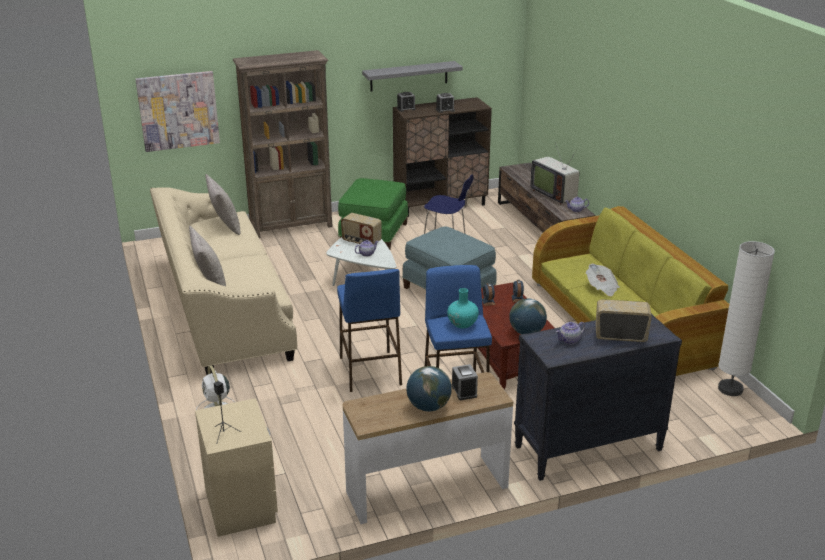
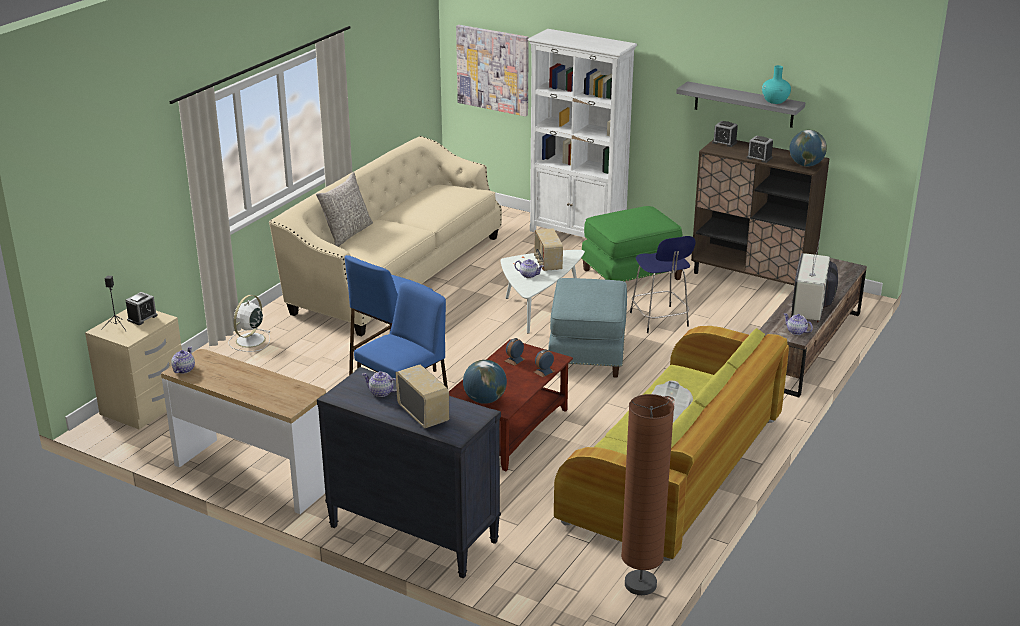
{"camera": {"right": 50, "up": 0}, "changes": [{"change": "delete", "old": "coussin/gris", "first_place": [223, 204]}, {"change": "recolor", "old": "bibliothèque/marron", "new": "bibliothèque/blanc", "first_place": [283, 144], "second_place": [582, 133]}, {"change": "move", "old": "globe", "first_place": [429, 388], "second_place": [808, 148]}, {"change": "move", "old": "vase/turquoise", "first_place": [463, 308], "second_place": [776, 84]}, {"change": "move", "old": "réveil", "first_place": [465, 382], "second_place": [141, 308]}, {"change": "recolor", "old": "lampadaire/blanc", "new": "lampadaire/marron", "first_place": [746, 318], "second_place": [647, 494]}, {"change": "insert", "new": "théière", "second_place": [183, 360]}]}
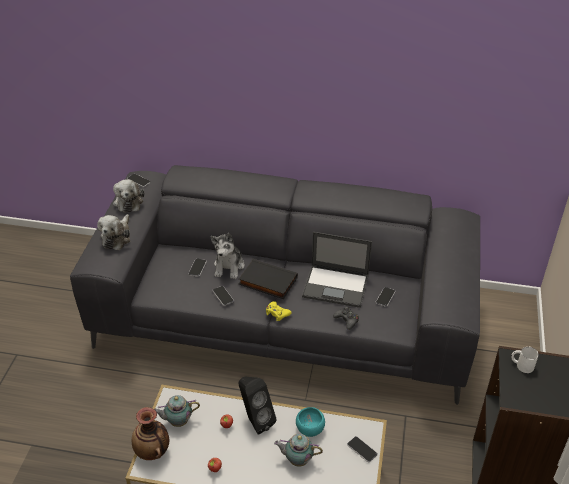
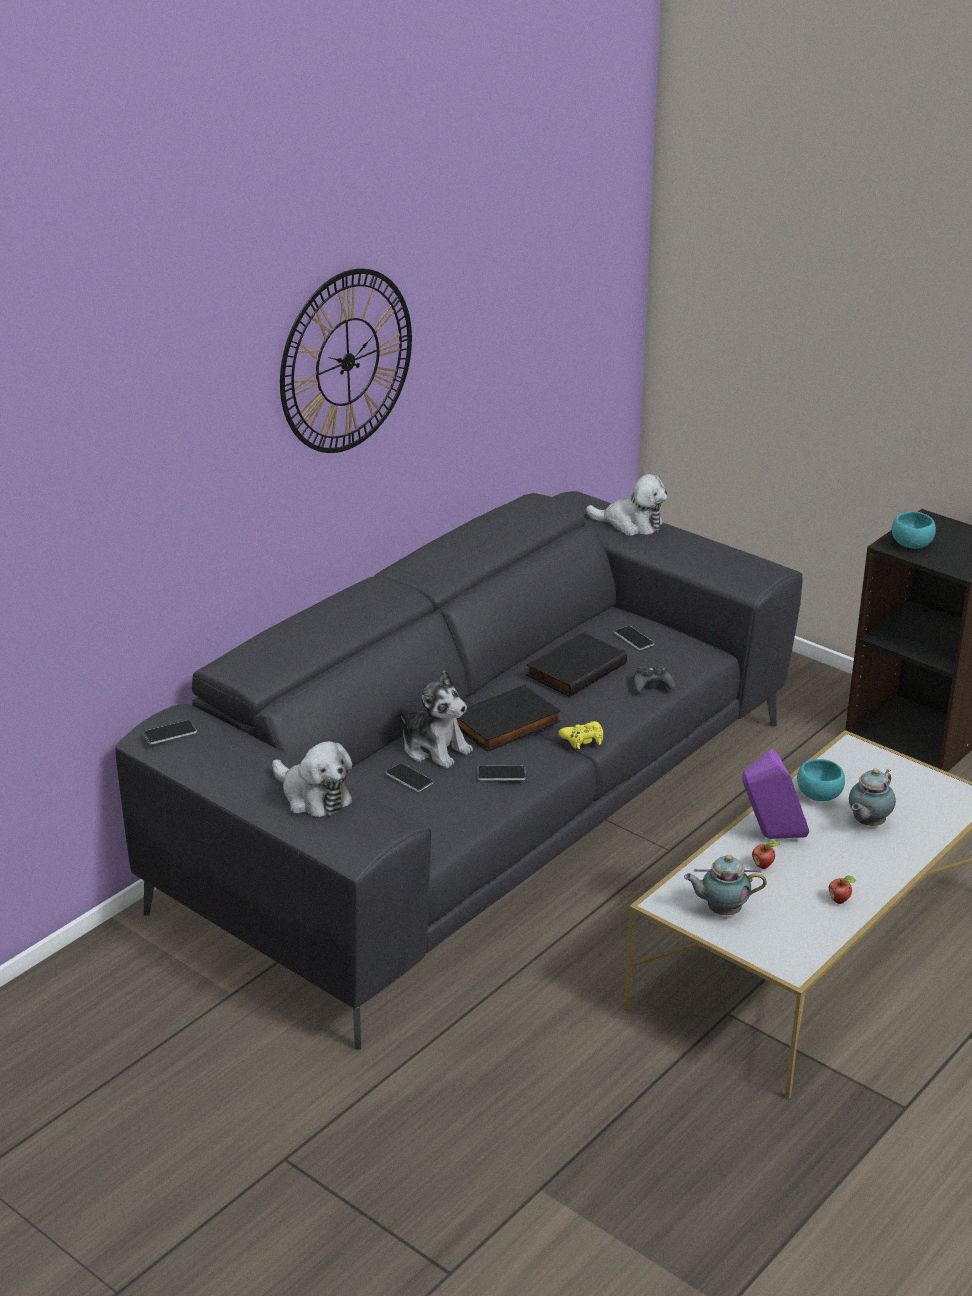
{"camera": {"right": -60, "up": -10}, "changes": [{"change": "move", "old": "peluche", "first_place": [128, 196], "second_place": [627, 505]}, {"change": "delete", "old": "vase", "first_place": [150, 433]}, {"change": "rotate", "old": "théière", "first_place": [177, 411], "second_place": [725, 885], "degrees": 75}, {"change": "recolor", "old": "enceinte/noir", "new": "enceinte/violet", "first_place": [257, 406], "second_place": [775, 794]}, {"change": "replace", "old": "ordinateur portable", "new": "livre/noir", "first_place": [337, 270], "second_place": [576, 664]}, {"change": "delete", "old": "téléphone", "first_place": [362, 449]}, {"change": "replace", "old": "mug/blanc", "new": "bol/turquoise", "first_place": [525, 360], "second_place": [914, 530]}, {"change": "insert", "new": "horloge murale", "second_place": [346, 360]}]}
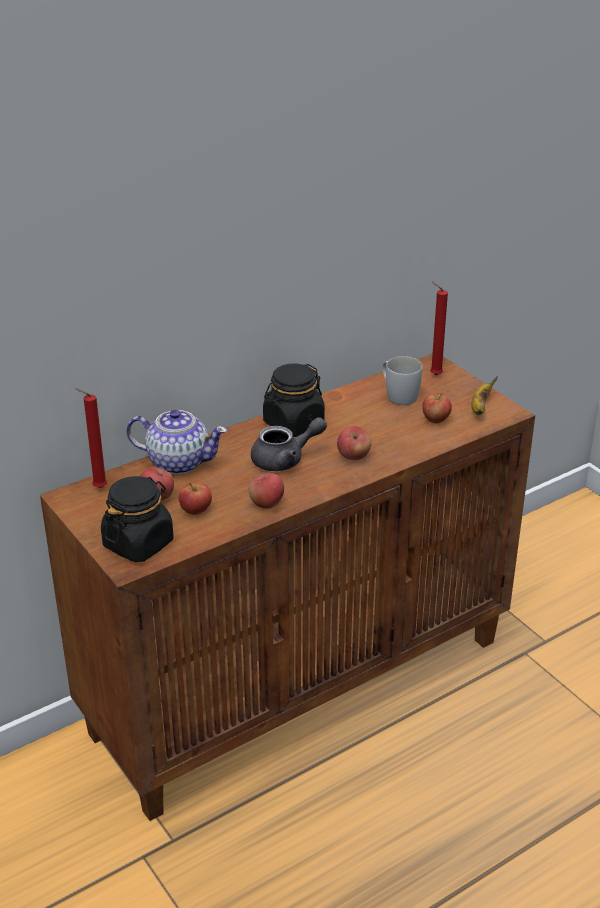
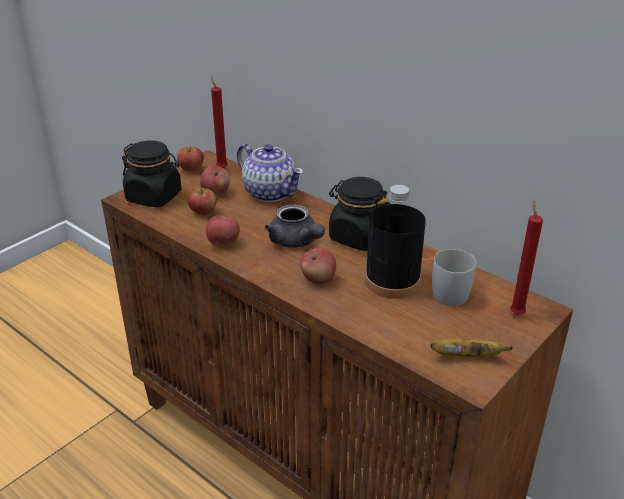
{"camera": {"right": 75, "up": 0}, "changes": [{"change": "rotate", "old": "théière", "first_place": [176, 442], "second_place": [270, 173], "degrees": -45}, {"change": "move", "old": "pomme", "first_place": [437, 408], "second_place": [190, 159]}, {"change": "insert", "new": "bouteille/noir", "second_place": [395, 242]}]}
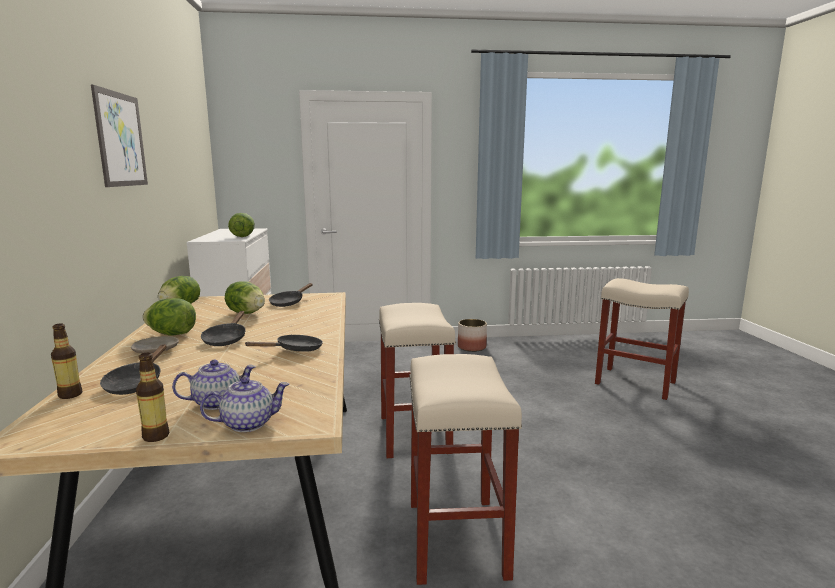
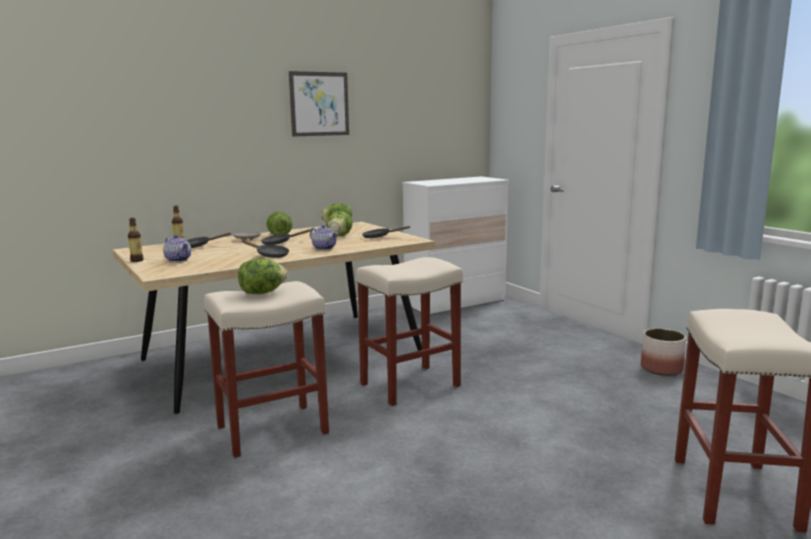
{"camera": {"right": 65, "up": 0}, "changes": [{"change": "move", "old": "théière", "first_place": [244, 404], "second_place": [324, 237]}, {"change": "move", "old": "laitue", "first_place": [241, 225], "second_place": [262, 276]}]}
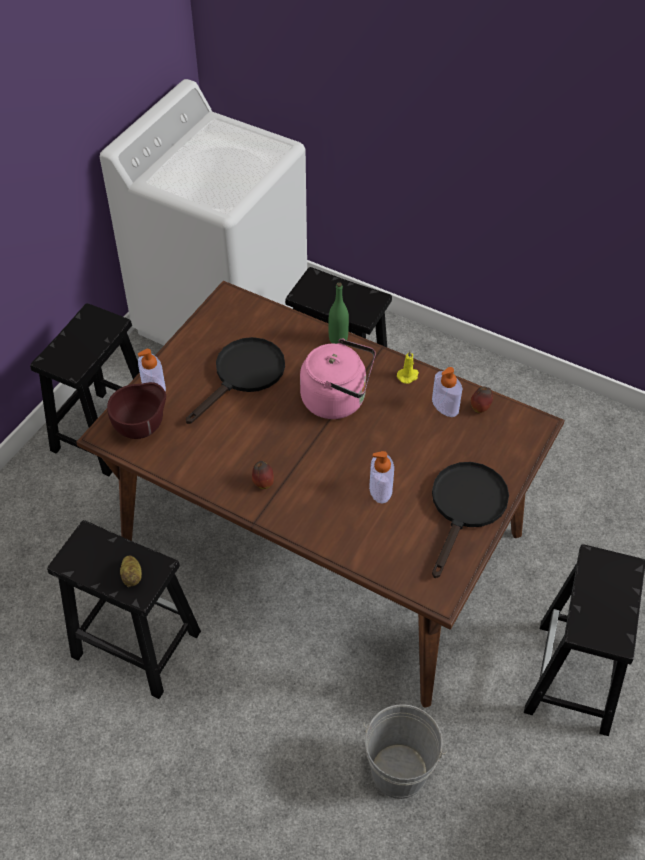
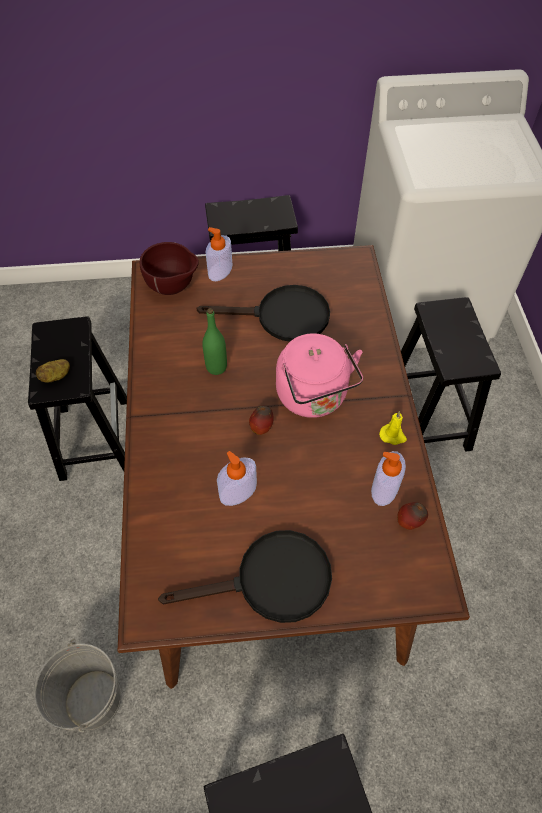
{"camera": {"right": 55, "up": 5}, "changes": [{"change": "move", "old": "pomme", "first_place": [263, 475], "second_place": [261, 420]}, {"change": "move", "old": "bouteille/vert", "first_place": [338, 313], "second_place": [214, 341]}]}
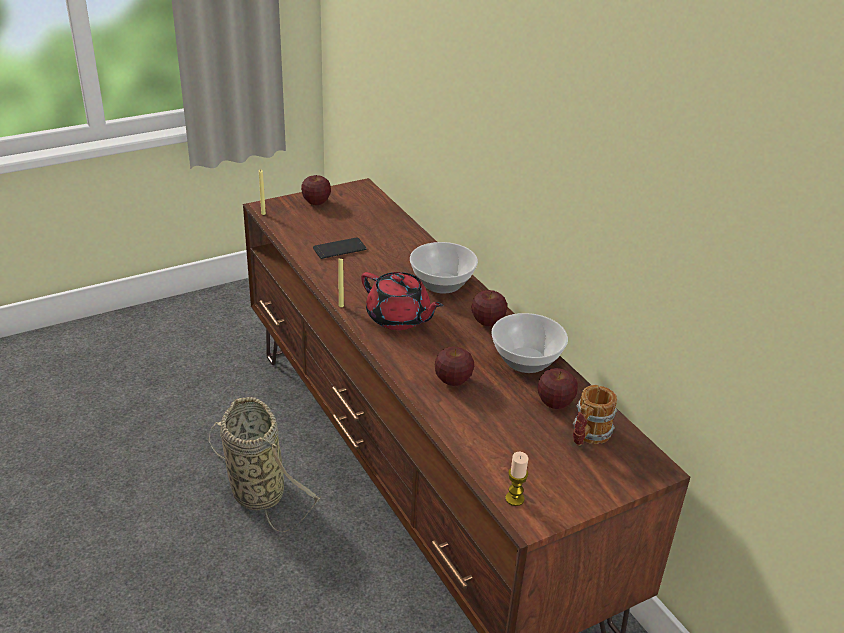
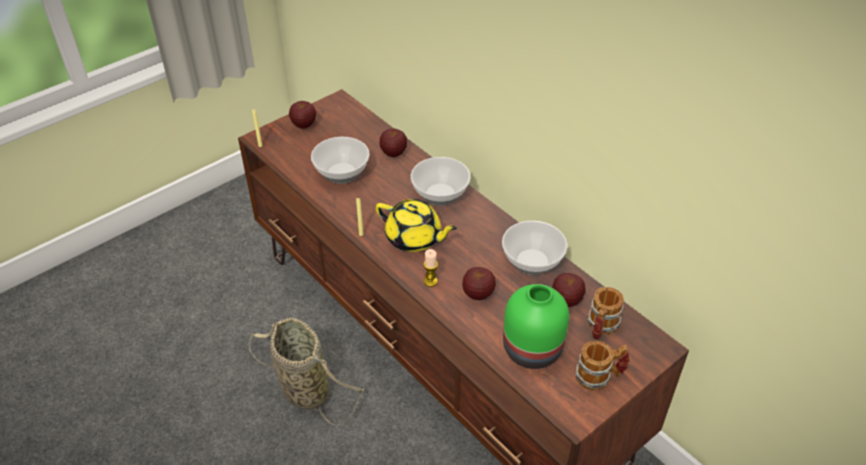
{"camera": {"right": -10, "up": 10}, "changes": [{"change": "replace", "old": "téléphone", "new": "bol", "first_place": [340, 248], "second_place": [340, 160]}, {"change": "recolor", "old": "théière/rouge", "new": "théière/jaune", "first_place": [402, 301], "second_place": [416, 225]}, {"change": "move", "old": "pomme", "first_place": [489, 308], "second_place": [393, 142]}, {"change": "move", "old": "bougie", "first_place": [516, 479], "second_place": [431, 268]}, {"change": "insert", "new": "vase/vert", "second_place": [536, 326]}, {"change": "insert", "new": "mug", "second_place": [602, 365]}]}
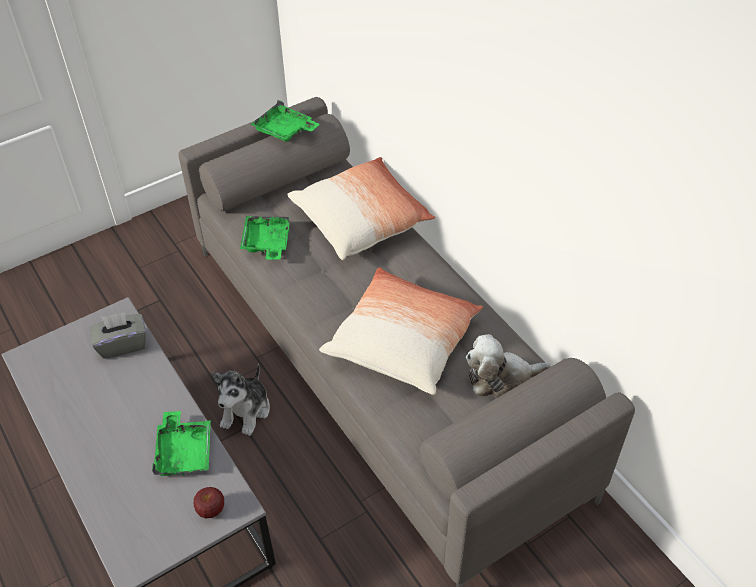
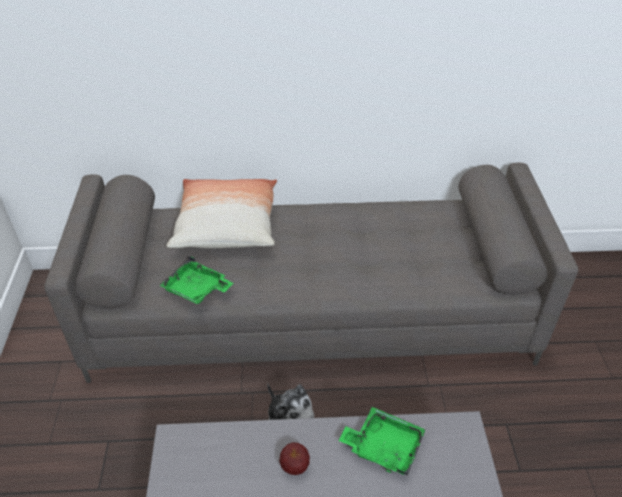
{"camera": {"right": -60, "up": -5}, "changes": [{"change": "delete", "old": "boîte à mouchoirs/gris", "first_place": [118, 335]}, {"change": "move", "old": "pomme", "first_place": [209, 502], "second_place": [294, 459]}, {"change": "delete", "old": "plateau/vert", "first_place": [285, 121]}, {"change": "delete", "old": "coussin", "first_place": [401, 331]}, {"change": "delete", "old": "peluche", "first_place": [508, 366]}]}
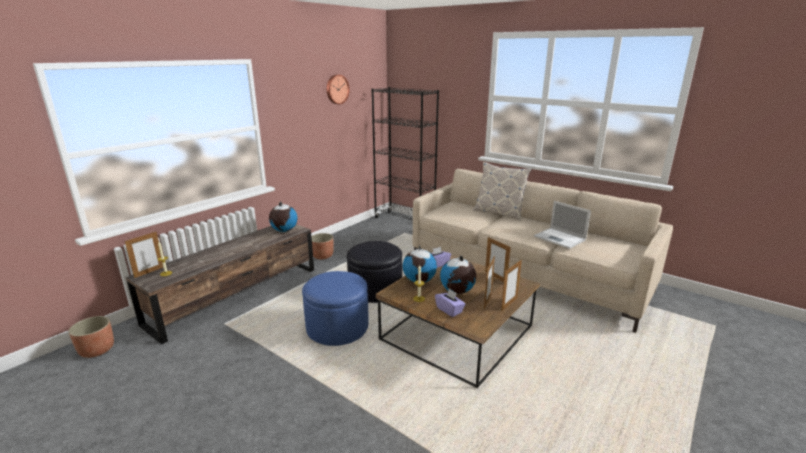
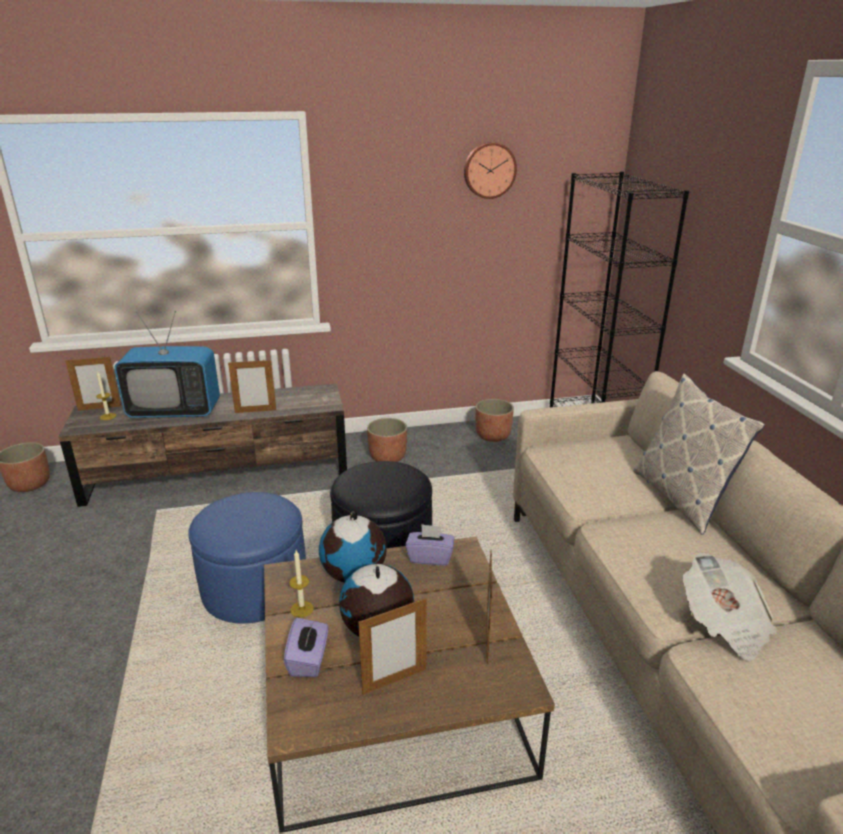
{"camera": {"right": 40, "up": 5}, "changes": [{"change": "delete", "old": "globe", "first_place": [283, 217]}, {"change": "move", "old": "cadre photo", "first_place": [511, 285], "second_place": [252, 386]}, {"change": "replace", "old": "ordinateur portable", "new": "journal", "first_place": [562, 225], "second_place": [730, 607]}, {"change": "insert", "new": "téléviseur", "second_place": [167, 364]}, {"change": "insert", "new": "cache-pot", "second_place": [495, 420]}]}
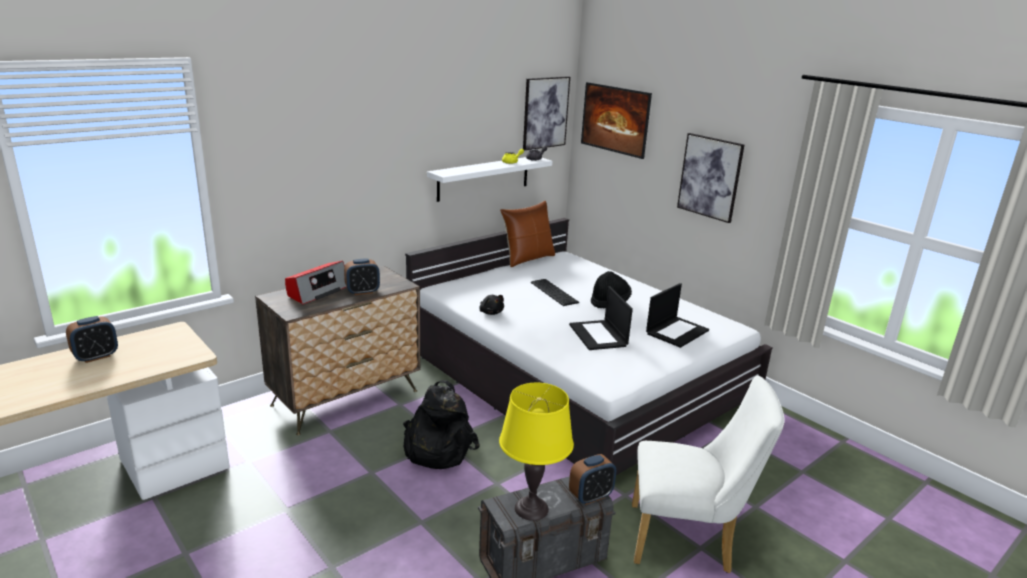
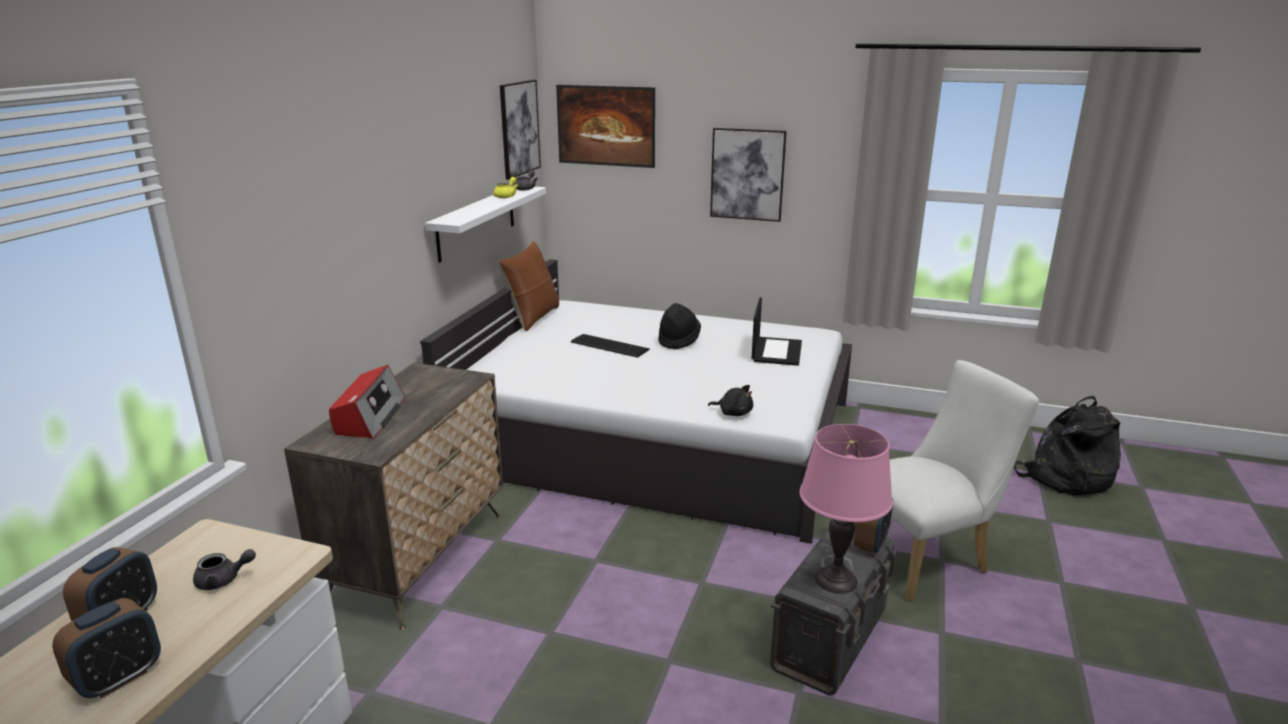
{"camera": {"right": -30, "up": 0}, "changes": [{"change": "move", "old": "réveil", "first_place": [362, 277], "second_place": [106, 648]}, {"change": "move", "old": "sac à dos/noir", "first_place": [441, 424], "second_place": [1067, 446]}, {"change": "move", "old": "peluche/noir", "first_place": [491, 305], "second_place": [730, 400]}, {"change": "recolor", "old": "lampe de table/jaune", "new": "lampe de table/rose", "first_place": [536, 452], "second_place": [846, 509]}, {"change": "delete", "old": "ordinateur portable", "first_place": [601, 318]}, {"change": "insert", "new": "théière/gris", "second_place": [224, 569]}]}
